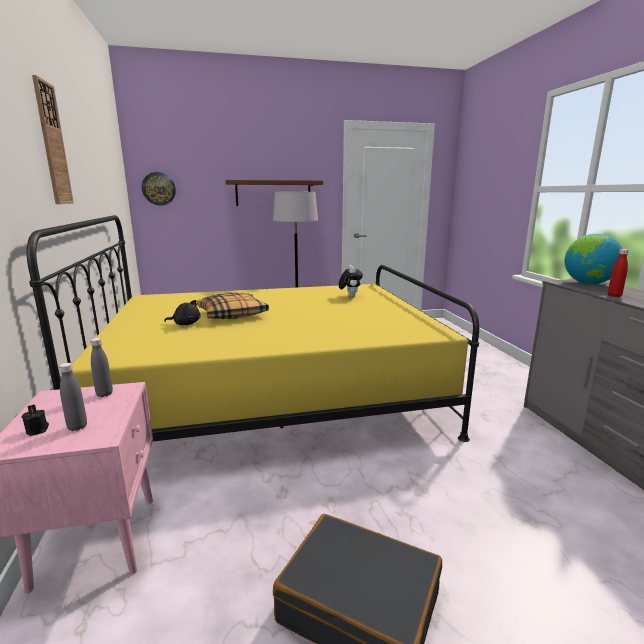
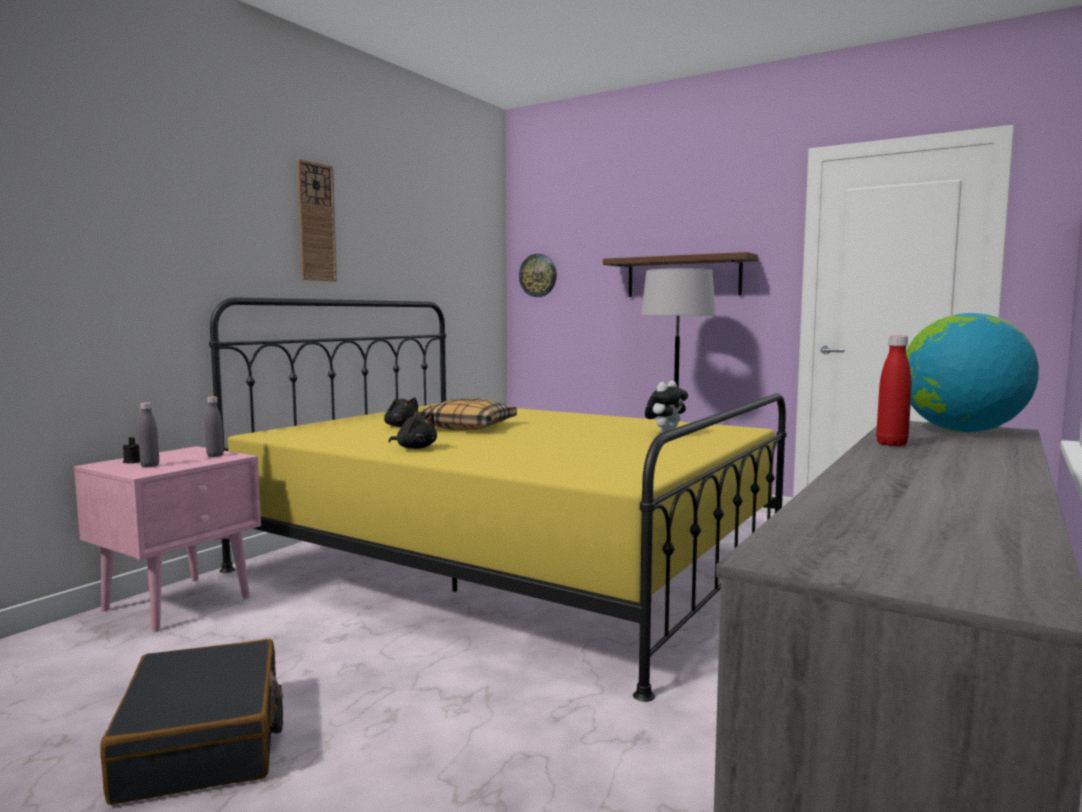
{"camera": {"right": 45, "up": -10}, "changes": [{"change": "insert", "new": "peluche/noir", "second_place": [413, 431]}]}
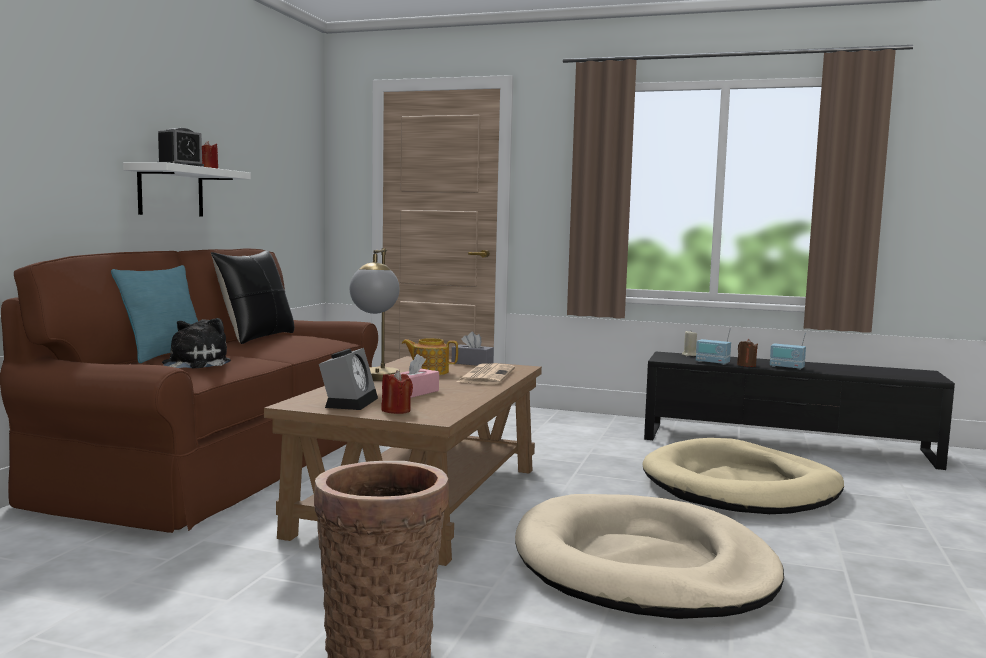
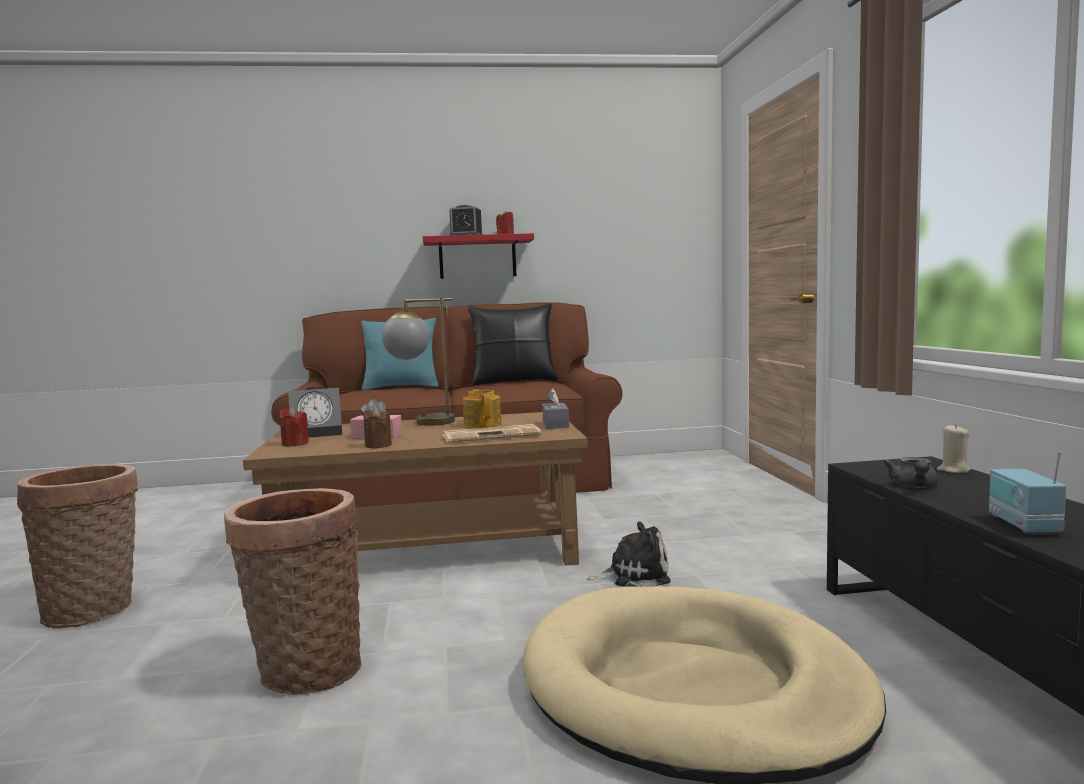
{"camera": {"right": 65, "up": 0}, "changes": [{"change": "recolor", "old": "étagère/blanc", "new": "étagère/rouge", "first_place": [187, 189], "second_place": [478, 256]}, {"change": "move", "old": "peluche", "first_place": [196, 343], "second_place": [629, 554]}, {"change": "replace", "old": "panier pour chien/beige", "new": "panier", "first_place": [649, 556], "second_place": [293, 591]}, {"change": "replace", "old": "radio", "new": "théière/gris", "first_place": [713, 346], "second_place": [911, 472]}, {"change": "move", "old": "bougie/marron", "first_place": [747, 353], "second_place": [377, 428]}]}
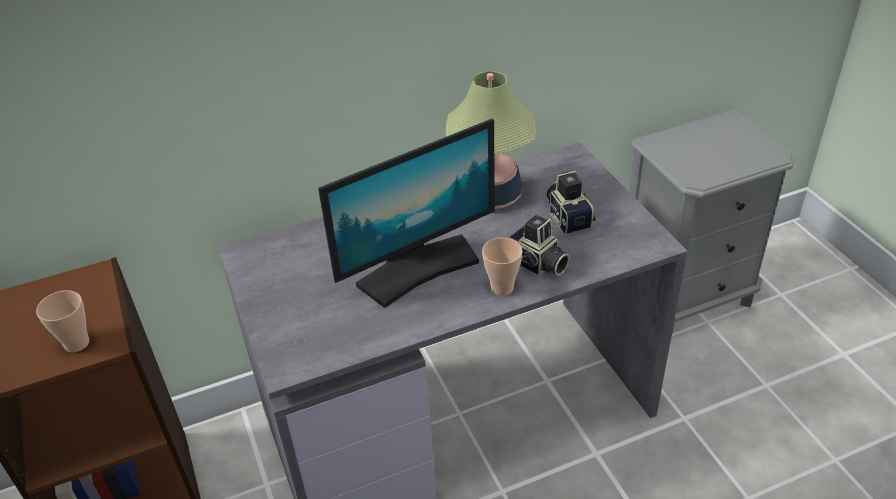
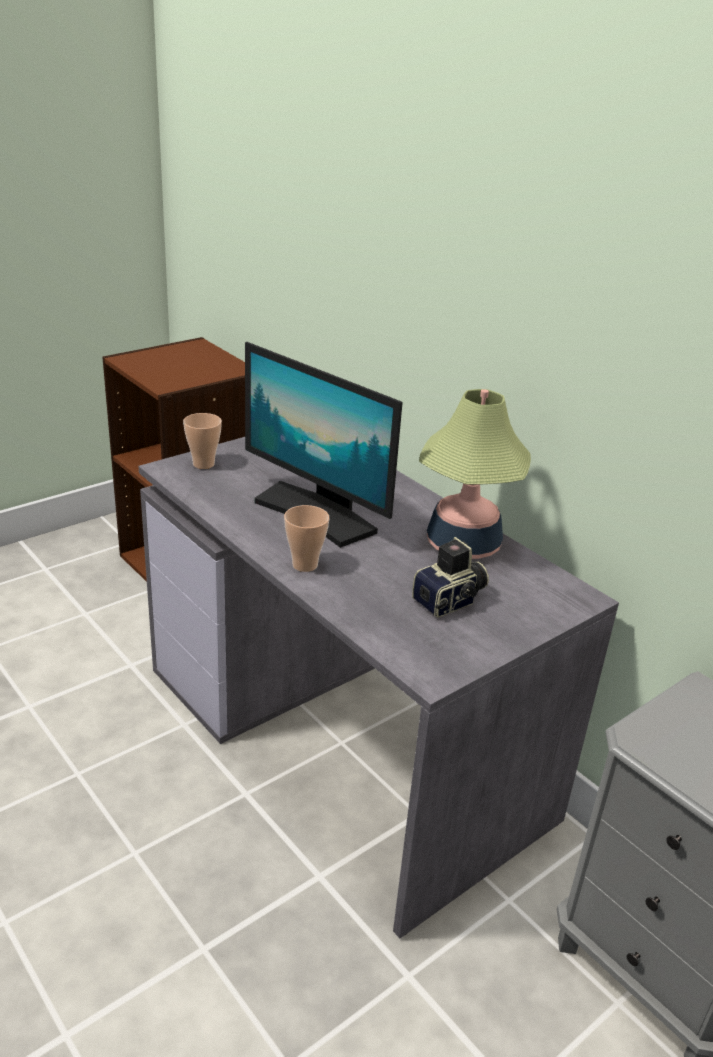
{"camera": {"right": 70, "up": -10}, "changes": [{"change": "move", "old": "tasse", "first_place": [62, 321], "second_place": [202, 441]}, {"change": "delete", "old": "appareil photo", "first_place": [539, 245]}]}
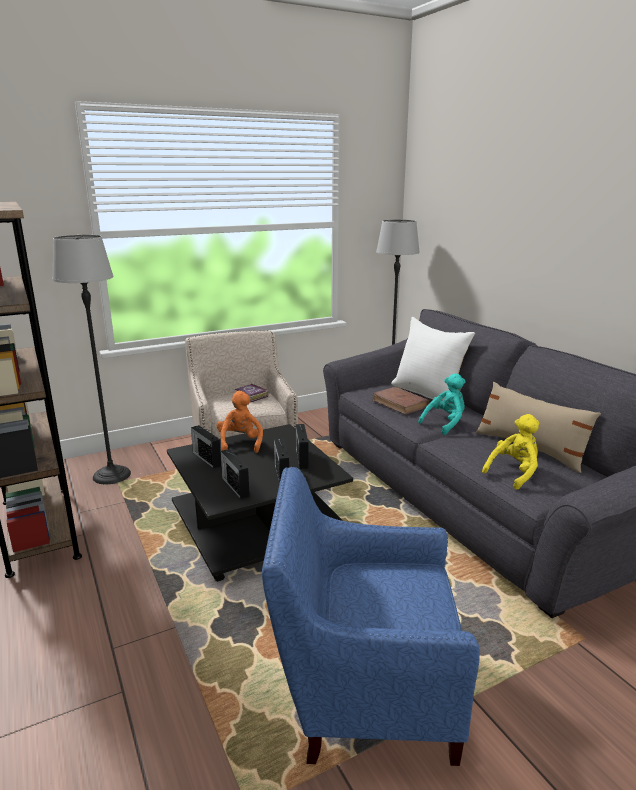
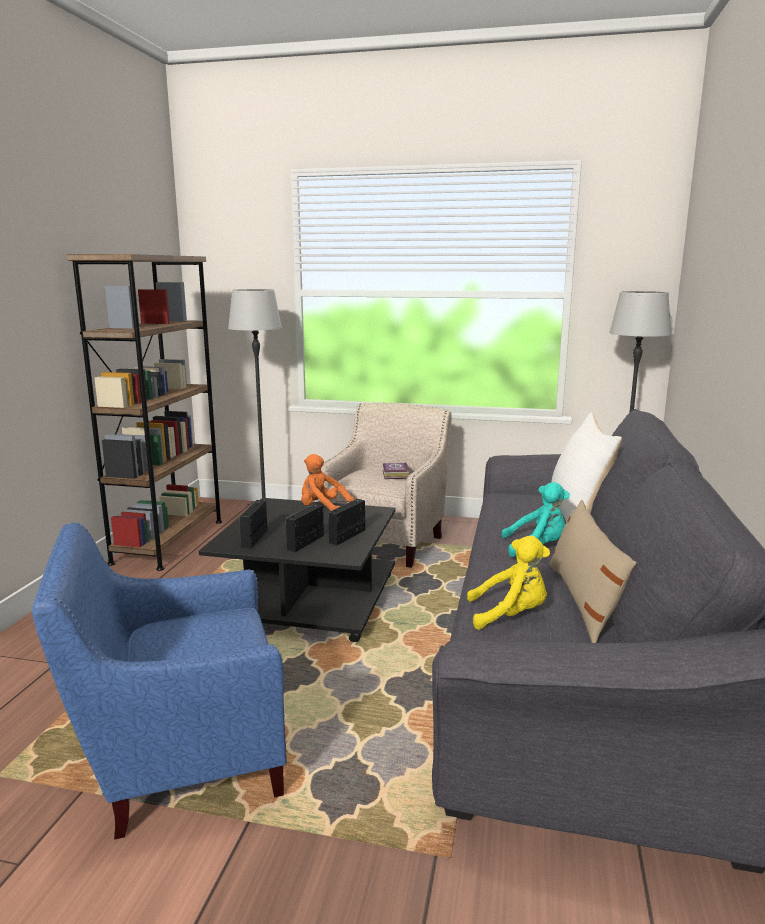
{"camera": {"right": 40, "up": -5}, "changes": [{"change": "delete", "old": "radio", "first_place": [206, 446]}, {"change": "rotate", "old": "peluche/orange", "first_place": [239, 422], "second_place": [328, 482], "degrees": -105}, {"change": "rotate", "old": "fauteuil/bleu", "first_place": [371, 616], "second_place": [159, 681], "degrees": -60}, {"change": "delete", "old": "livre/marron", "first_place": [400, 400]}]}
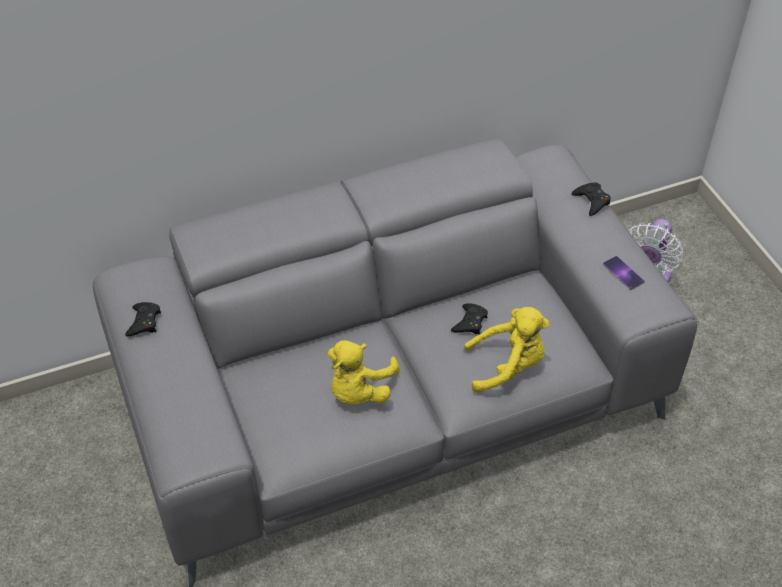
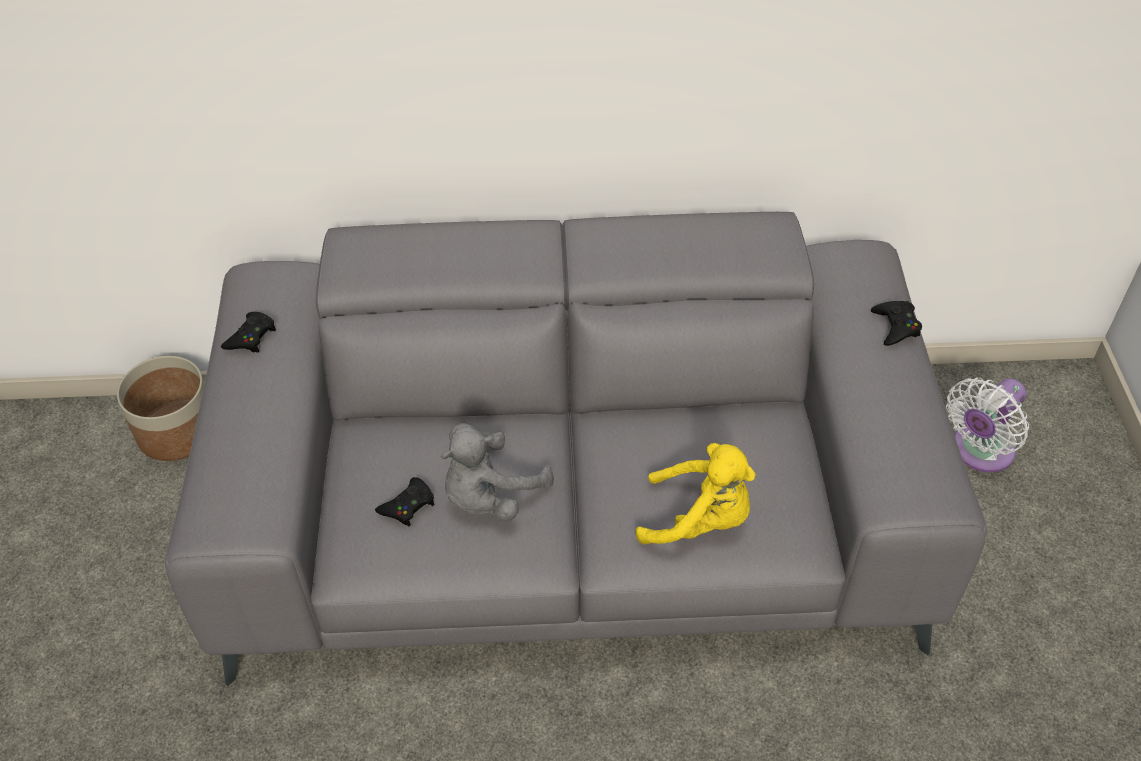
{"camera": {"right": 20, "up": 0}, "changes": [{"change": "recolor", "old": "peluche/jaune", "new": "peluche/gris", "first_place": [363, 372], "second_place": [497, 472]}, {"change": "move", "old": "manette/noir", "first_place": [469, 318], "second_place": [404, 502]}, {"change": "delete", "old": "téléphone", "first_place": [624, 273]}, {"change": "insert", "new": "cache-pot", "second_place": [160, 408]}]}
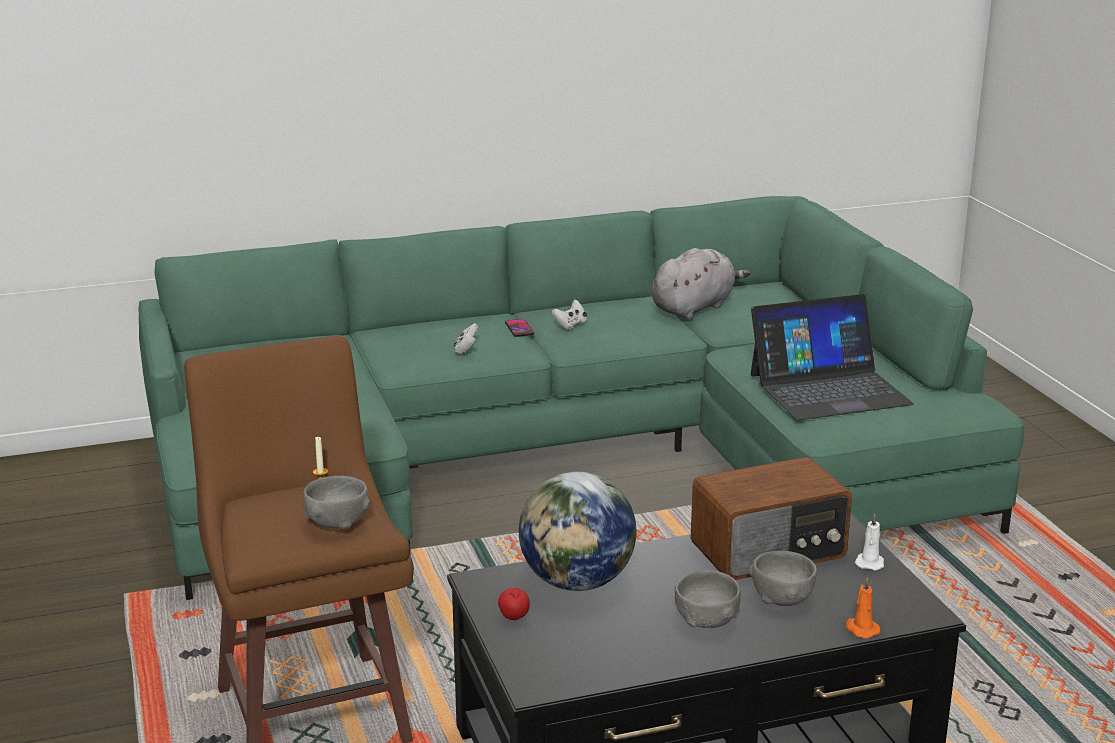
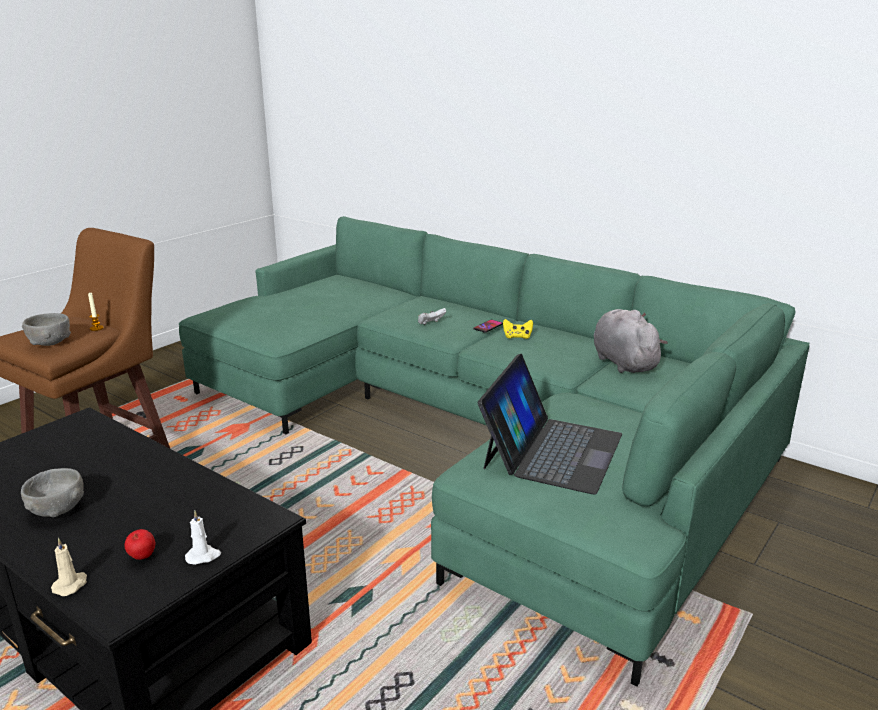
{"camera": {"right": 55, "up": 0}, "changes": [{"change": "move", "old": "pomme", "first_place": [514, 604], "second_place": [140, 544]}, {"change": "delete", "old": "globe", "first_place": [577, 531]}, {"change": "recolor", "old": "manette/blanc", "new": "manette/jaune", "first_place": [569, 315], "second_place": [518, 329]}, {"change": "rotate", "old": "peluche/gris", "first_place": [701, 283], "second_place": [631, 341], "degrees": -120}, {"change": "delete", "old": "radio", "first_place": [771, 518]}, {"change": "delete", "old": "bol/gris", "first_place": [783, 578]}, {"change": "rotate", "old": "ordinateur portable", "first_place": [832, 357], "second_place": [550, 424], "degrees": -105}, {"change": "recolor", "old": "bougie/orange", "new": "bougie/beige", "first_place": [863, 607], "second_place": [69, 567]}]}
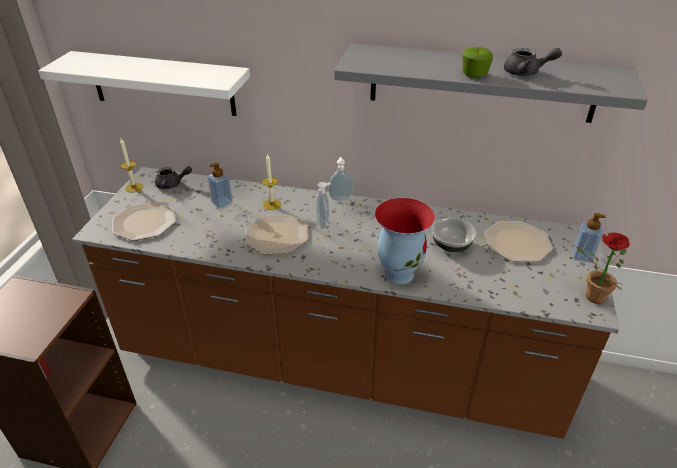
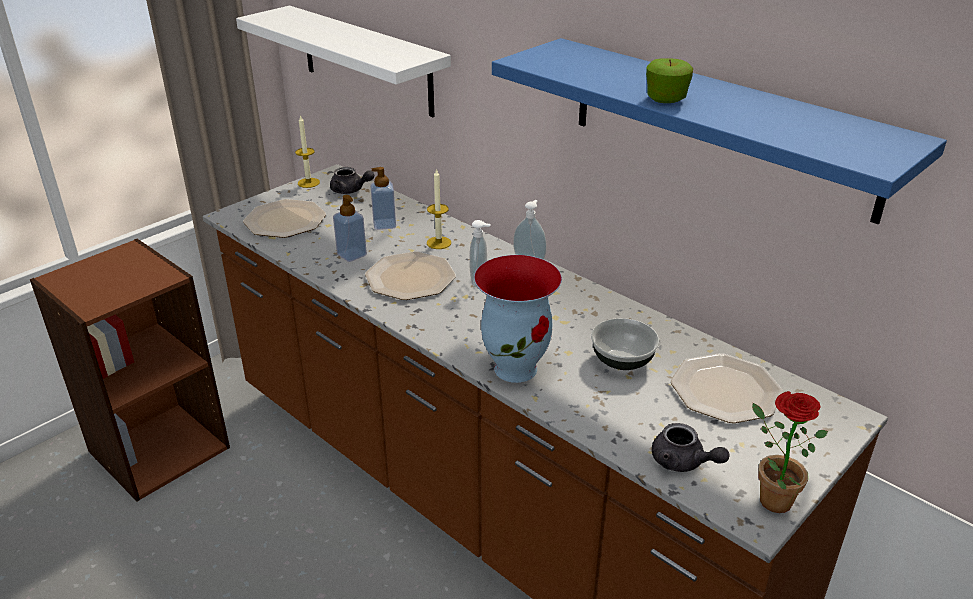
{"camera": {"right": 30, "up": -5}, "changes": [{"change": "recolor", "old": "étagère/gris", "new": "étagère/bleu", "first_place": [491, 83], "second_place": [719, 131]}, {"change": "move", "old": "théière/gris", "first_place": [533, 62], "second_place": [691, 447]}, {"change": "move", "old": "distributeur de savon", "first_place": [589, 238], "second_place": [350, 228]}]}
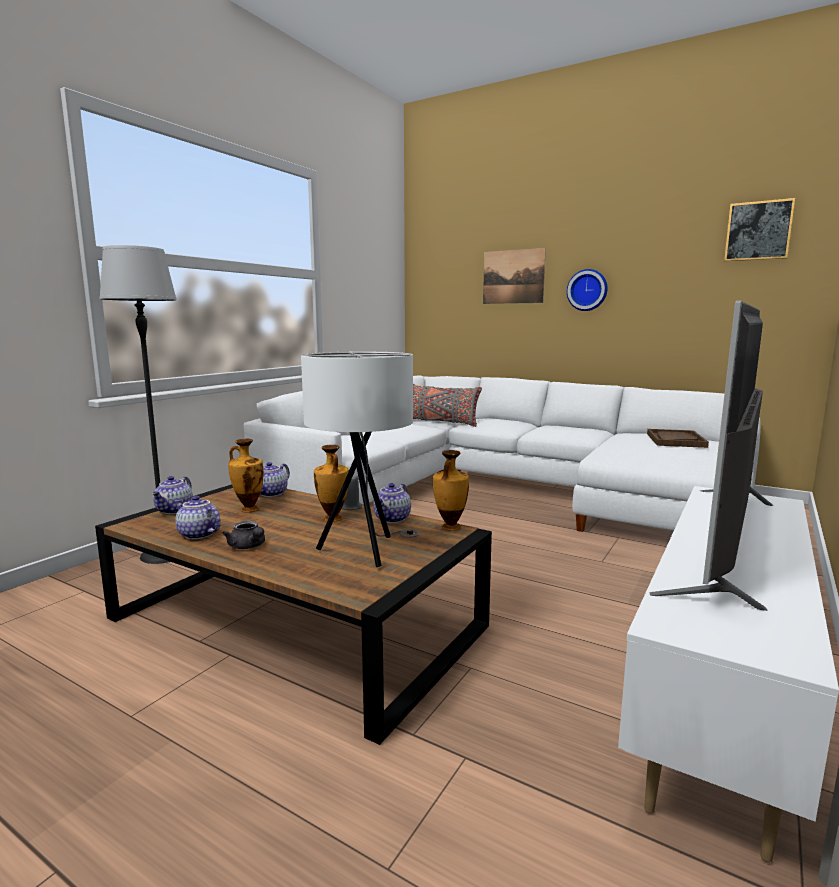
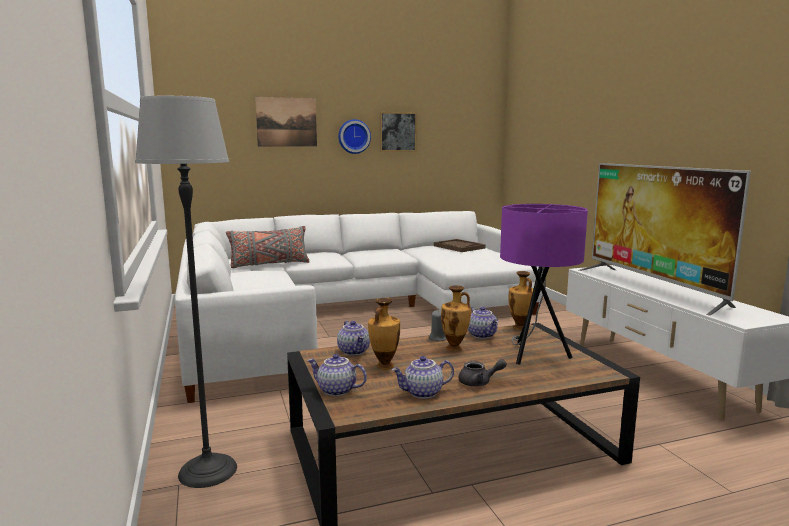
{"camera": {"right": -50, "up": 0}, "changes": [{"change": "rotate", "old": "théière", "first_place": [172, 495], "second_place": [337, 375], "degrees": 150}, {"change": "recolor", "old": "lampe de table/blanc", "new": "lampe de table/violet", "first_place": [360, 459], "second_place": [544, 284]}, {"change": "move", "old": "tableau", "first_place": [759, 229], "second_place": [398, 132]}]}
